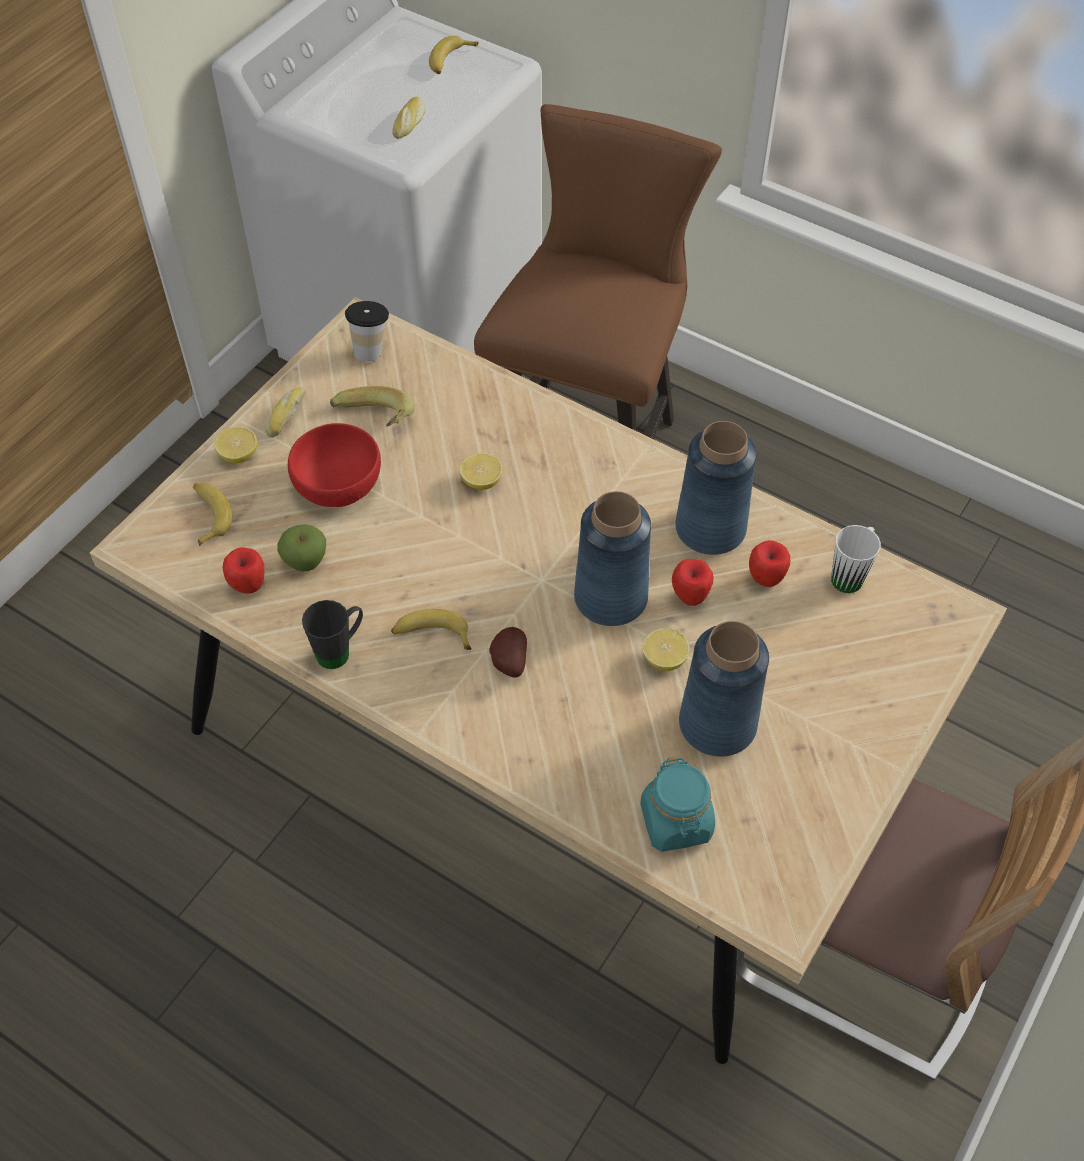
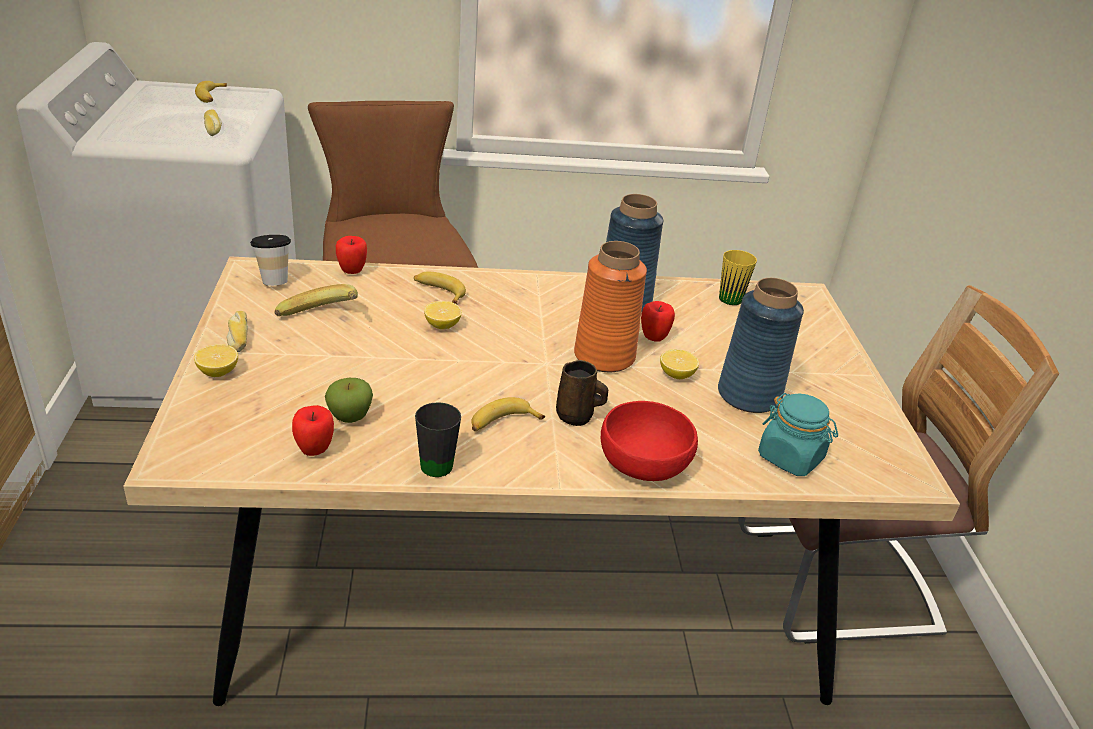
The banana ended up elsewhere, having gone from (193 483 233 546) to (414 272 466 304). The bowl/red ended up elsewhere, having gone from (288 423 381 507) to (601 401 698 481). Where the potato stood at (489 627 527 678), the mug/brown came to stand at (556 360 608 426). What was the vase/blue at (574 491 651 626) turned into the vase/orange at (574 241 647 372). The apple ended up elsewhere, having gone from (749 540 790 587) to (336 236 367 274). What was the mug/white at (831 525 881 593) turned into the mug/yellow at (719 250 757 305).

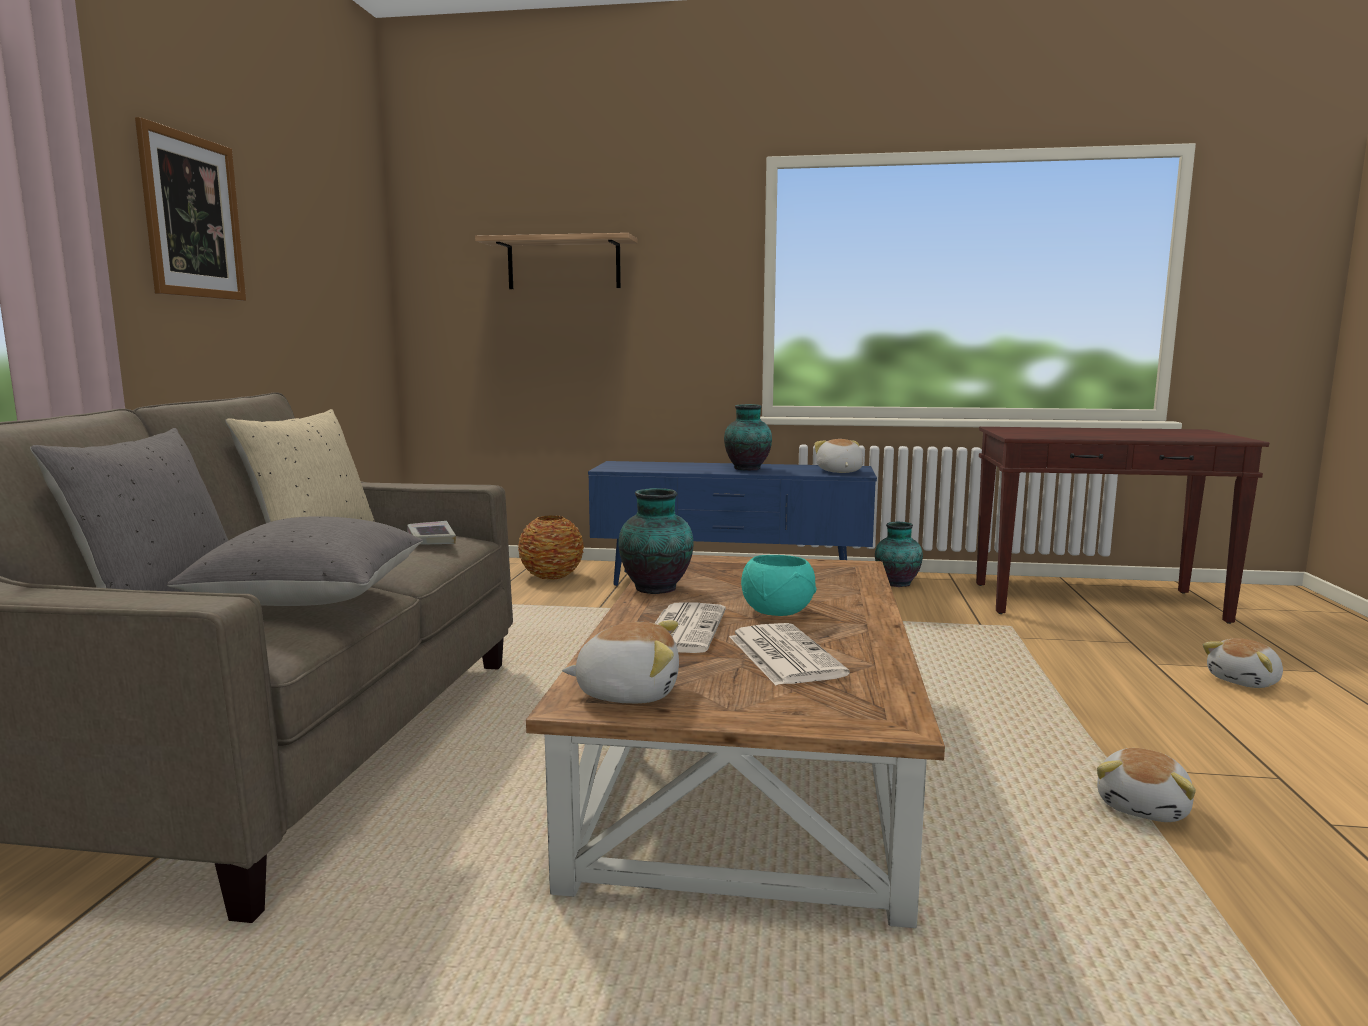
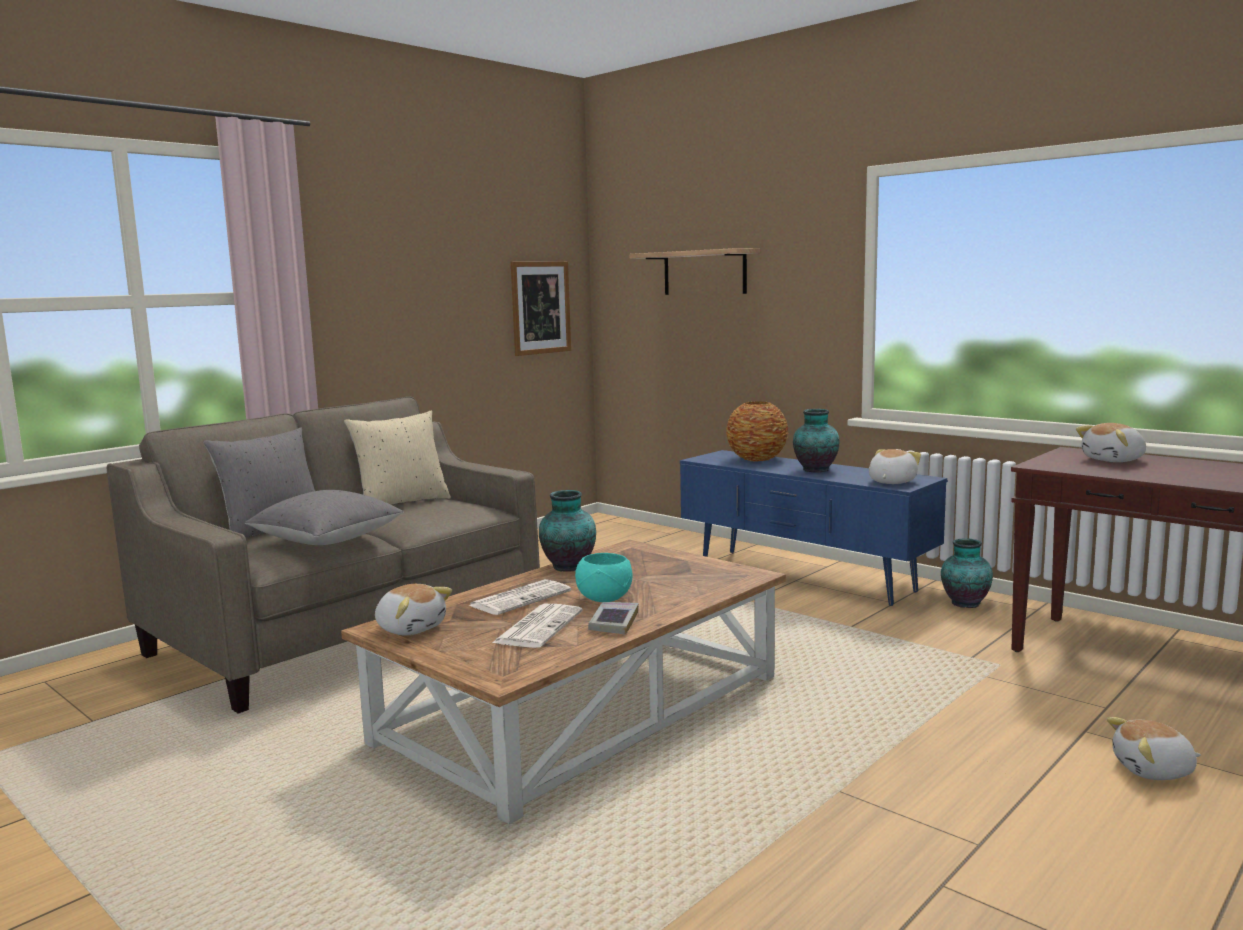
The picture ended up elsewhere, having gone from (135 117 246 301) to (511 261 571 356). The book ended up elsewhere, having gone from (407 521 456 544) to (588 602 638 635). The vase ended up elsewhere, having gone from (518 516 584 580) to (726 401 788 461). The plush toy ended up elsewhere, having gone from (1097 748 1196 822) to (1076 423 1146 462).

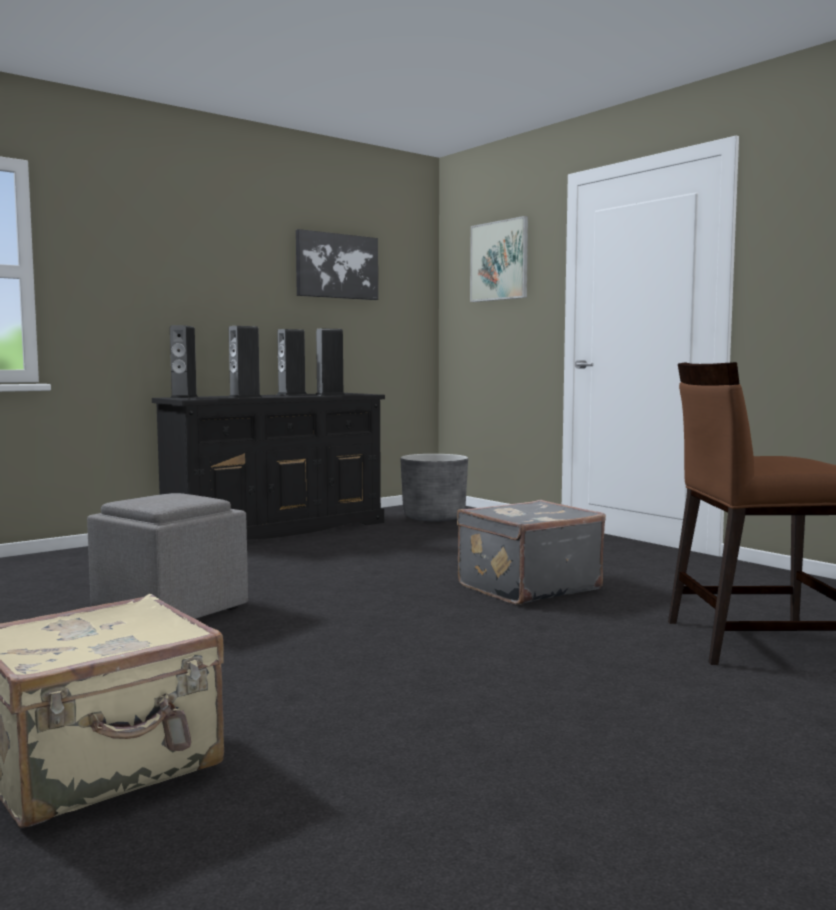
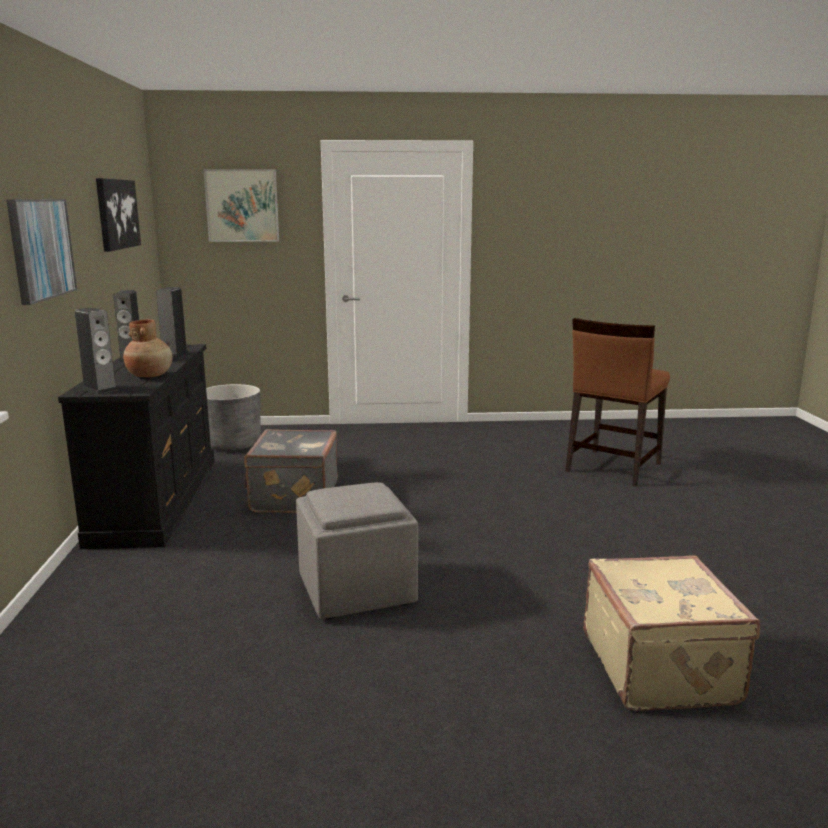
Where the speaker stood at (228 326 261 398), the vase/brown came to stand at (123 319 173 377). The suitcase/grey ended up elsewhere, having gone from (457 500 606 605) to (244 429 338 513). The second view gained the picture at (6 199 77 305).

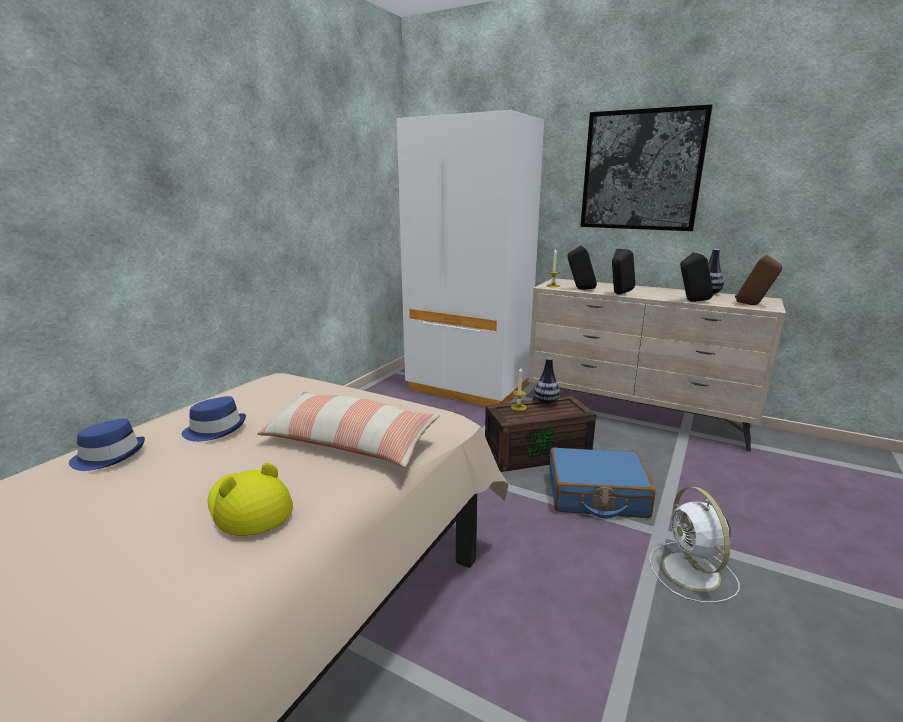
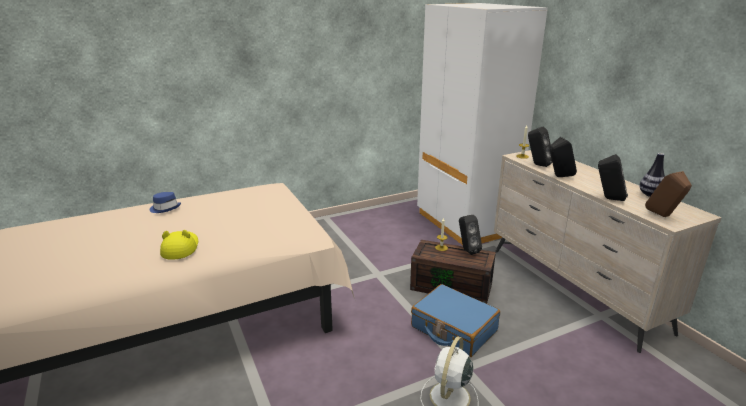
The second view lost the hat/blue at (182 396 246 442). The second view lost the pillow at (257 392 440 468). Where the vase stood at (534 358 560 404), the speaker/black came to stand at (459 215 482 255). The second view lost the picture at (580 104 713 231).

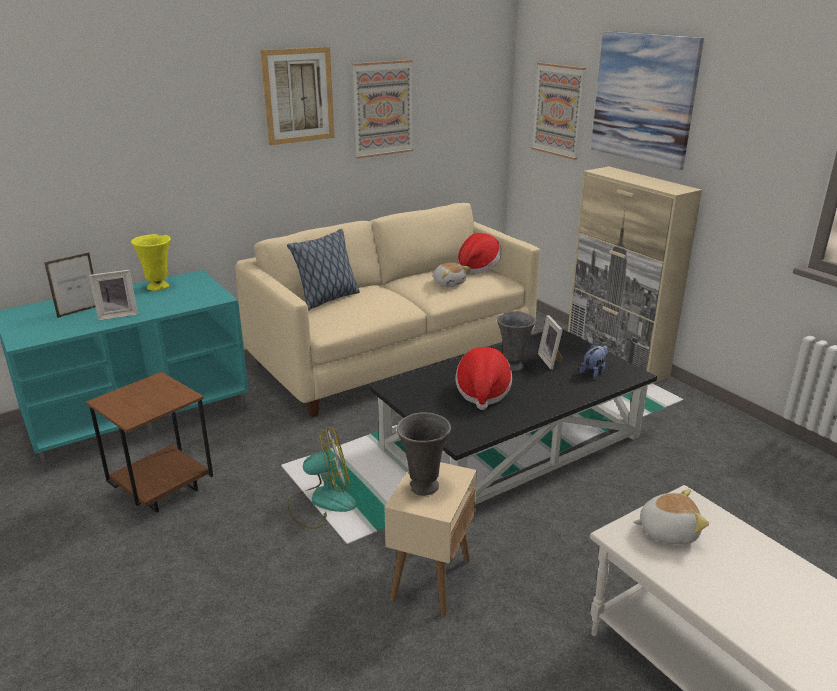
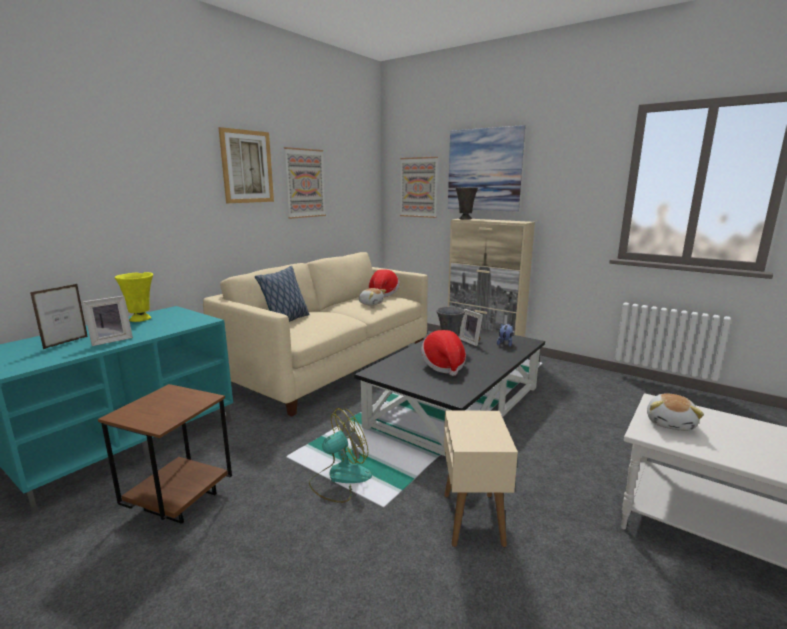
The vase/grey ended up elsewhere, having gone from (396 412 451 496) to (456 187 478 220). The plush toy at (633 489 709 544) ended up facing another way, 135 degrees clockwise from before.

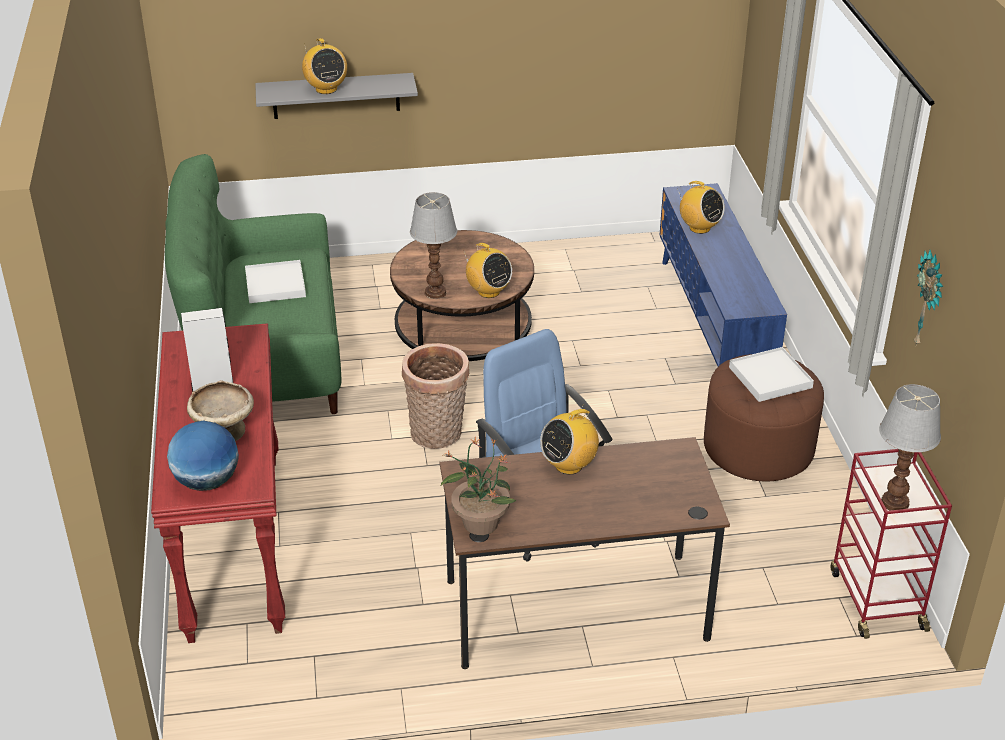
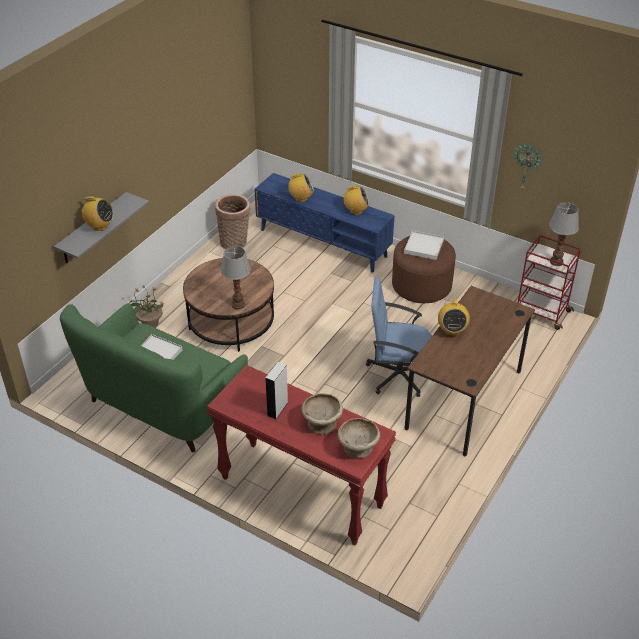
Where the globe stood at (167 420 239 491), the bowl/beige came to stand at (337 418 380 458). The basket ended up elsewhere, having gone from (402 343 469 449) to (215 194 250 249). The potted plant ended up elsewhere, having gone from (441 437 516 535) to (129 285 164 327). The radio ended up elsewhere, having gone from (464 243 512 298) to (344 185 369 215).

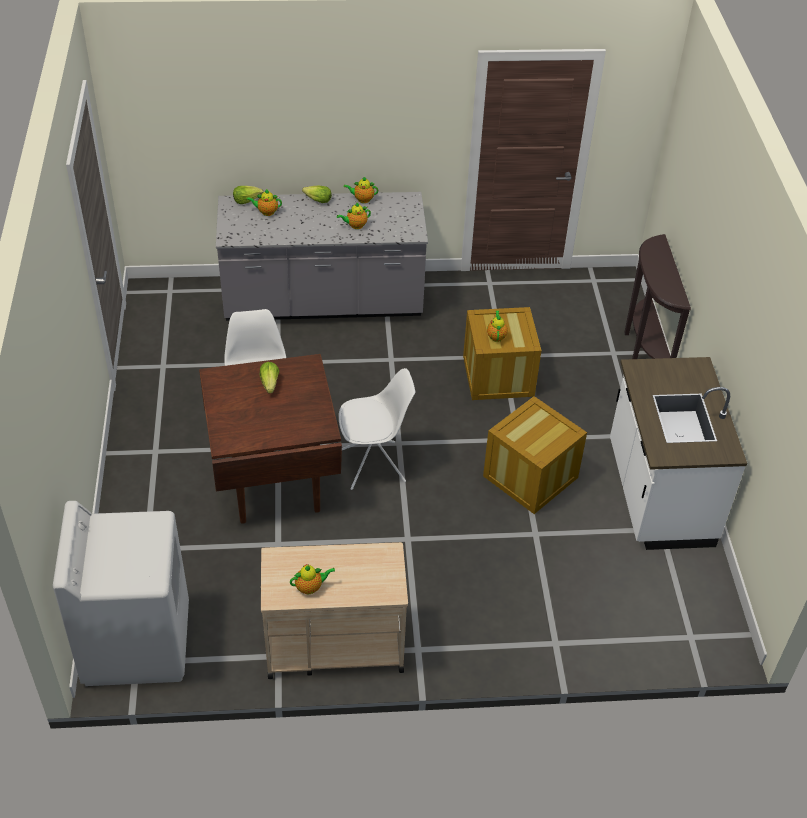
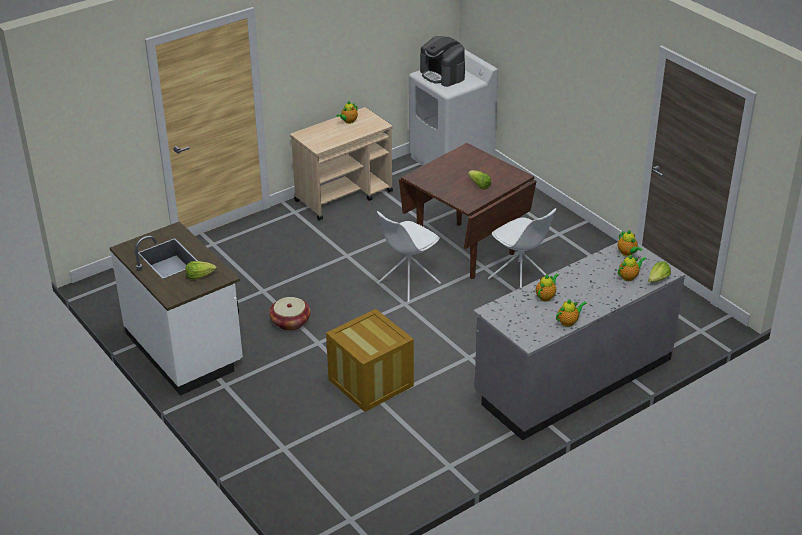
The lettuce ended up elsewhere, having gone from (302 186 332 203) to (186 261 217 280). Where the crate stood at (483 396 587 514), the basket came to stand at (269 297 311 330). The teapot ended up elsewhere, having gone from (487 310 508 342) to (618 230 642 256). The second view lost the console table/brown at (624 234 691 359). The second view gained the coffee machine at (420 36 465 87).

